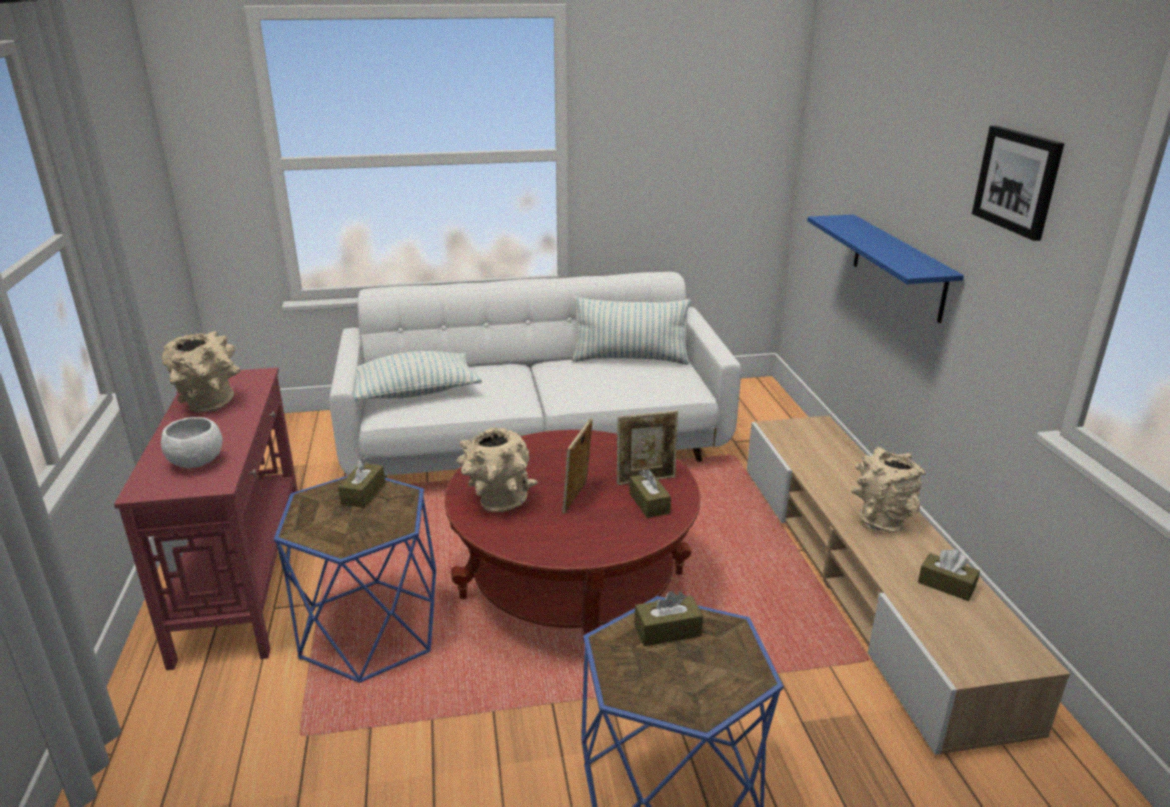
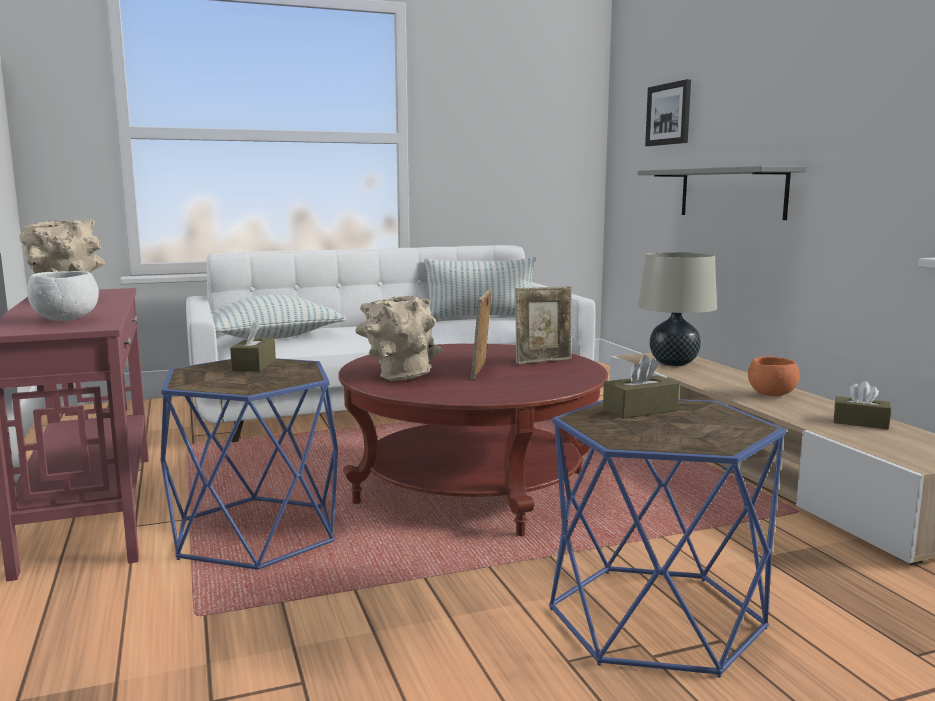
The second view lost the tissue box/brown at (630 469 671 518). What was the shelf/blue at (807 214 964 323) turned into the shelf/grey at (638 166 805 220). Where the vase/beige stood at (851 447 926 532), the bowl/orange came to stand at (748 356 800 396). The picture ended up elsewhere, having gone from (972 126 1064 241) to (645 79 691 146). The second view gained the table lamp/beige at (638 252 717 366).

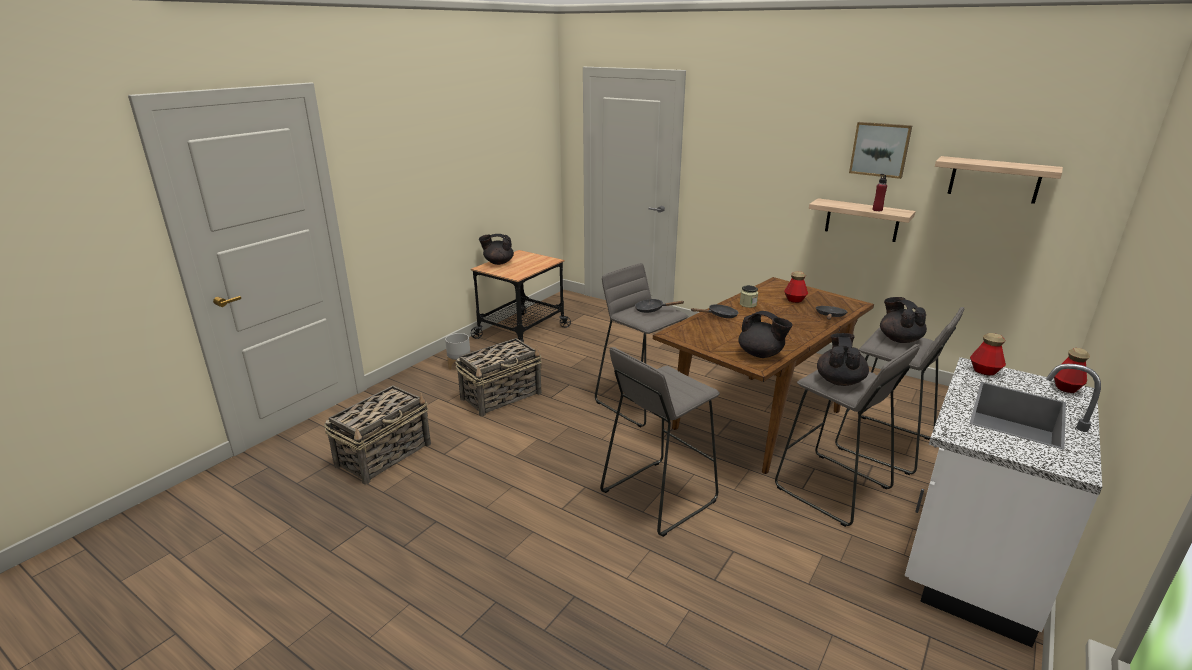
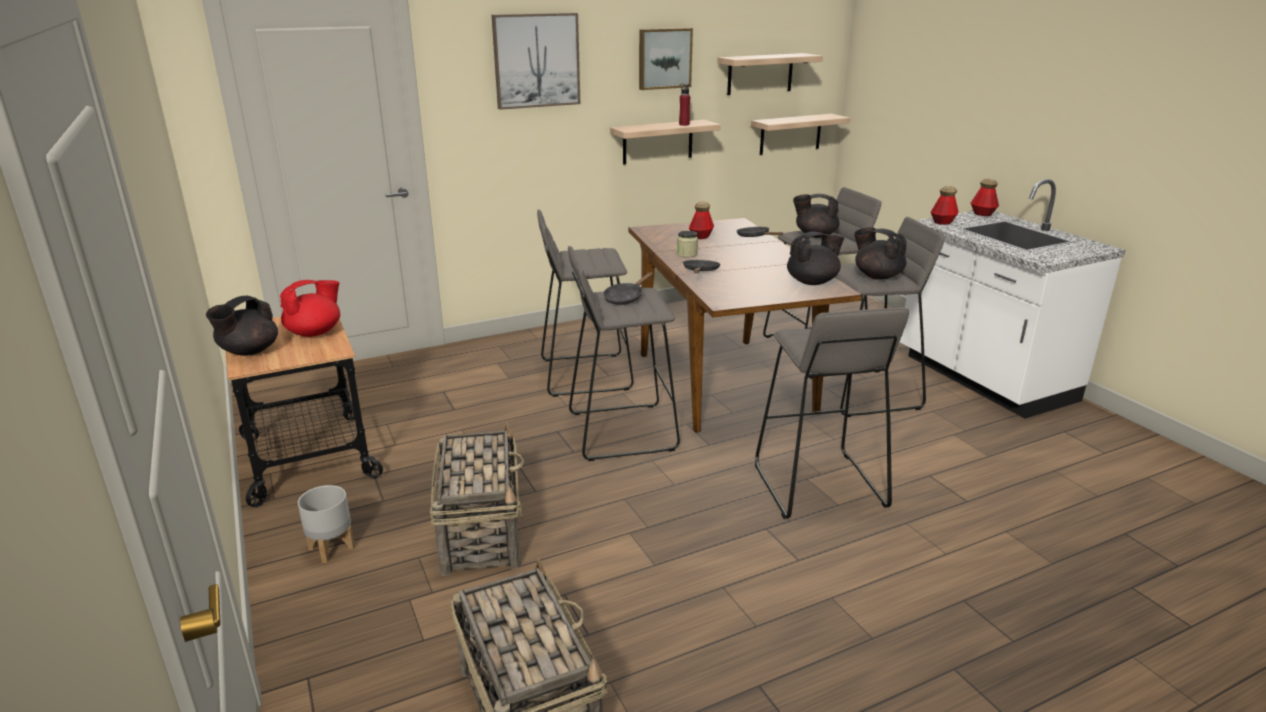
The second view gained the teapot/red at (280 280 340 337). The second view gained the picture at (491 13 580 110). The second view gained the stool/grey at (537 210 634 397). The second view gained the shelf at (751 114 851 155).

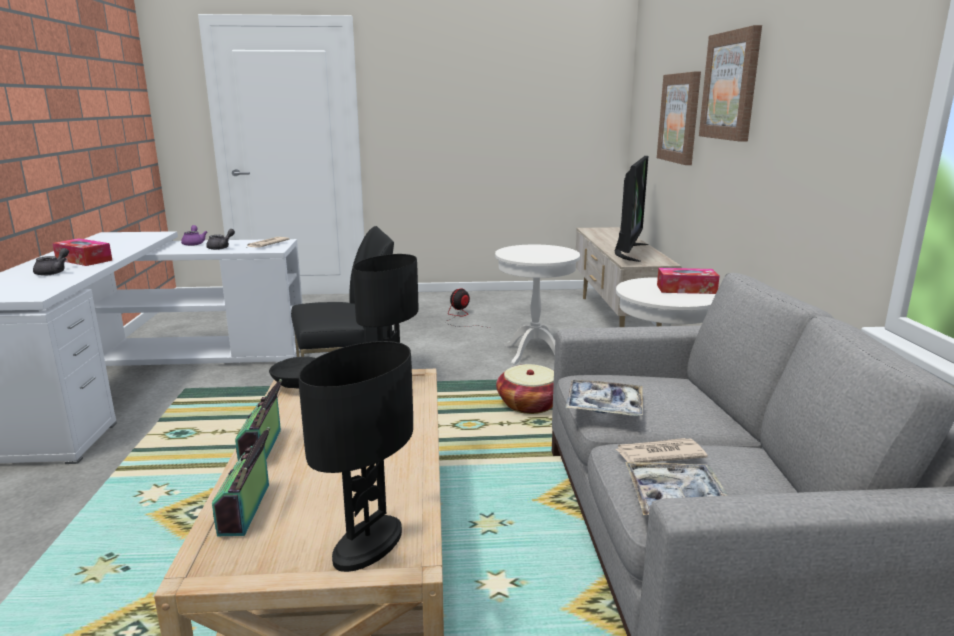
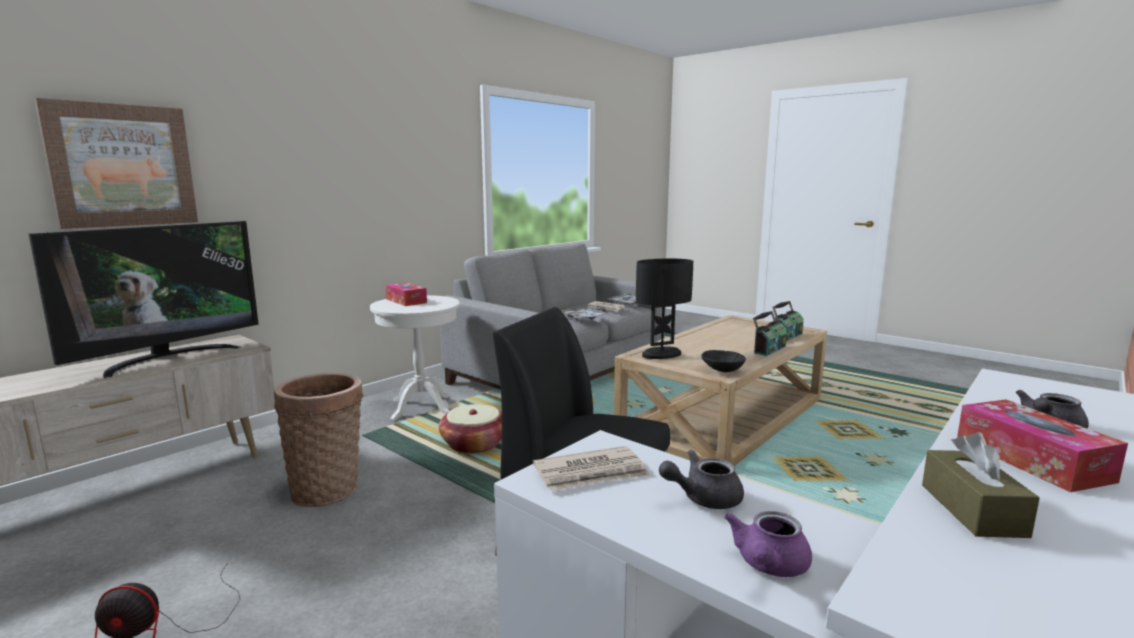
The second view lost the table lamp/black at (299 341 413 572). Where the side table/white stood at (495 245 580 365), the basket came to stand at (274 373 364 507). The television at (615 156 649 262) ended up facing another way, 150 degrees clockwise from before. The second view lost the picture at (699 25 762 142). The second view gained the tissue box/brown at (922 432 1040 538).

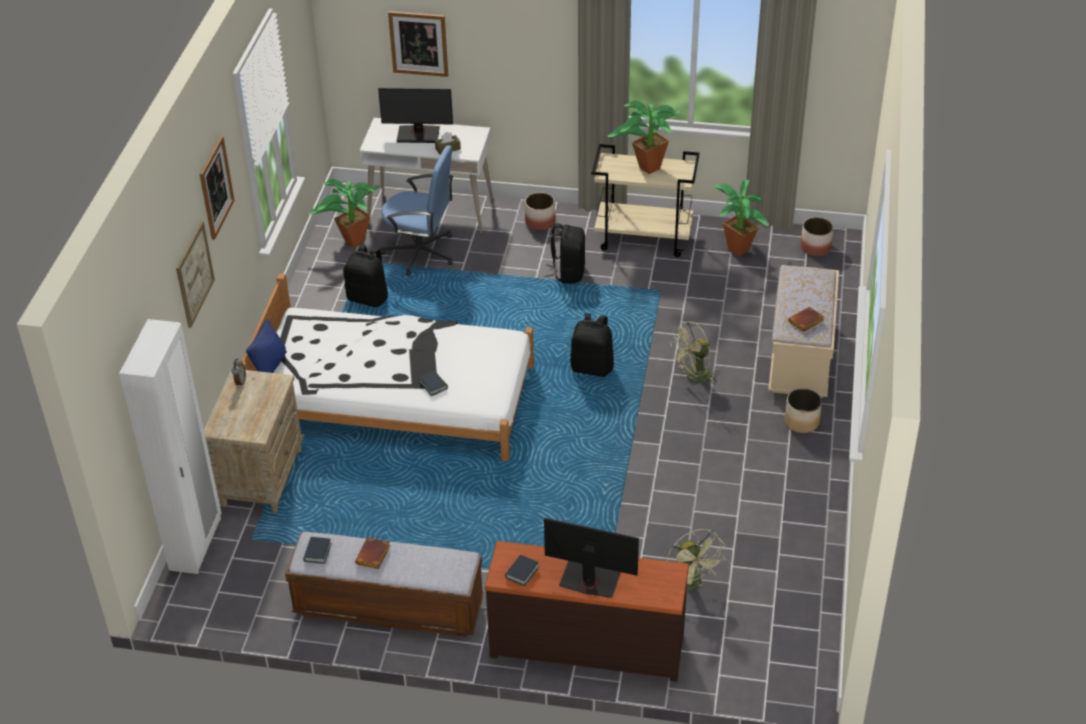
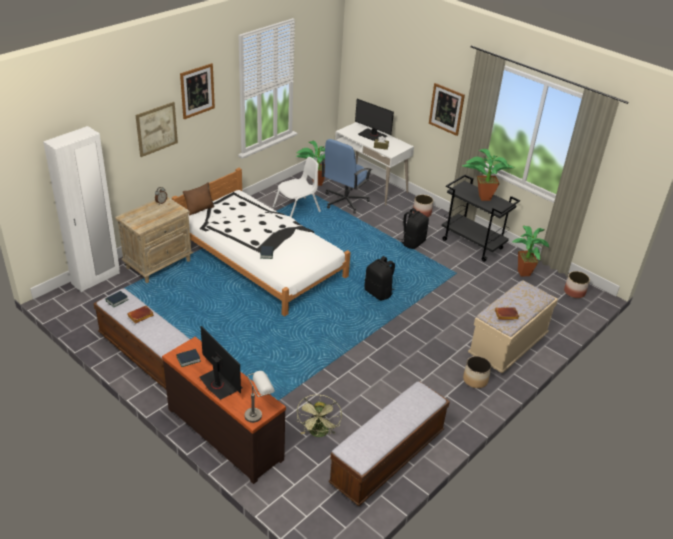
What was the pillow/blue at (246 318 287 373) turned into the pillow/brown at (183 182 215 216). Where the backpack/black stood at (344 245 388 307), the chair/white came to stand at (273 157 321 217). The office chair/blue at (380 145 453 276) ended up facing another way, 75 degrees clockwise from before. The picture ended up elsewhere, having gone from (388 11 448 77) to (429 83 465 136). What was the cart/beige at (592 144 700 257) turned into the cart/black at (442 175 520 262). The second view lost the fan/green at (670 321 719 388). The second view gained the table lamp/grey at (244 371 275 423). The second view gained the bench at (329 381 450 506).

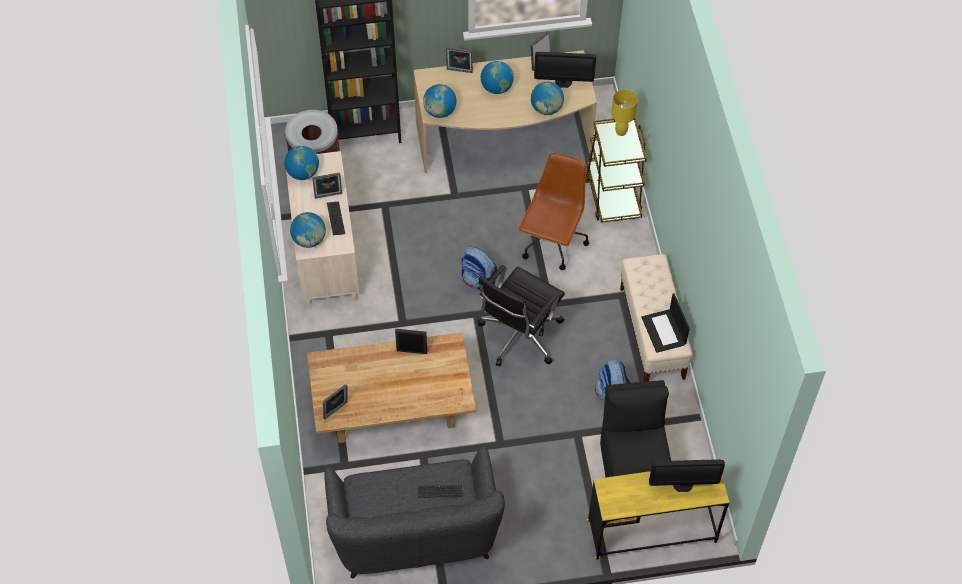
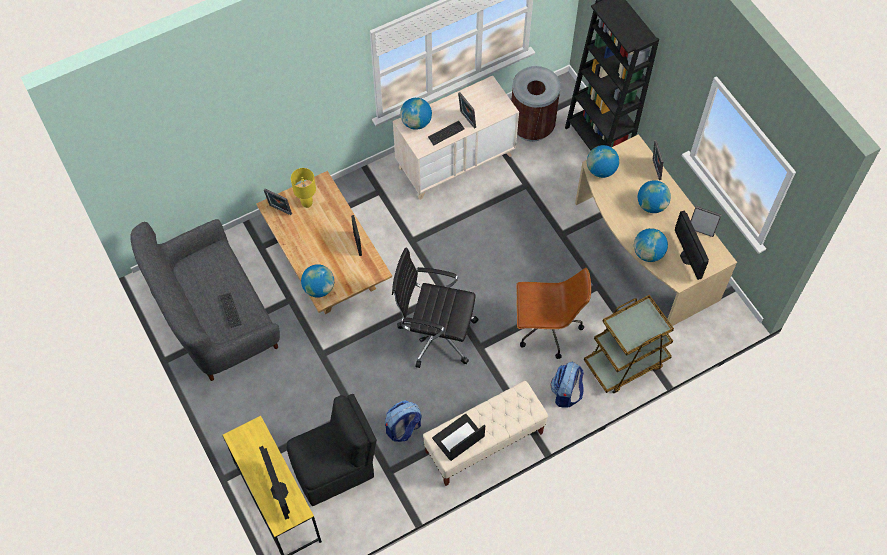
The globe ended up elsewhere, having gone from (284 146 319 180) to (301 264 334 298). The backpack ended up elsewhere, having gone from (462 246 497 290) to (550 362 584 408). The table lamp/yellow ended up elsewhere, having gone from (611 90 638 136) to (291 168 316 208).

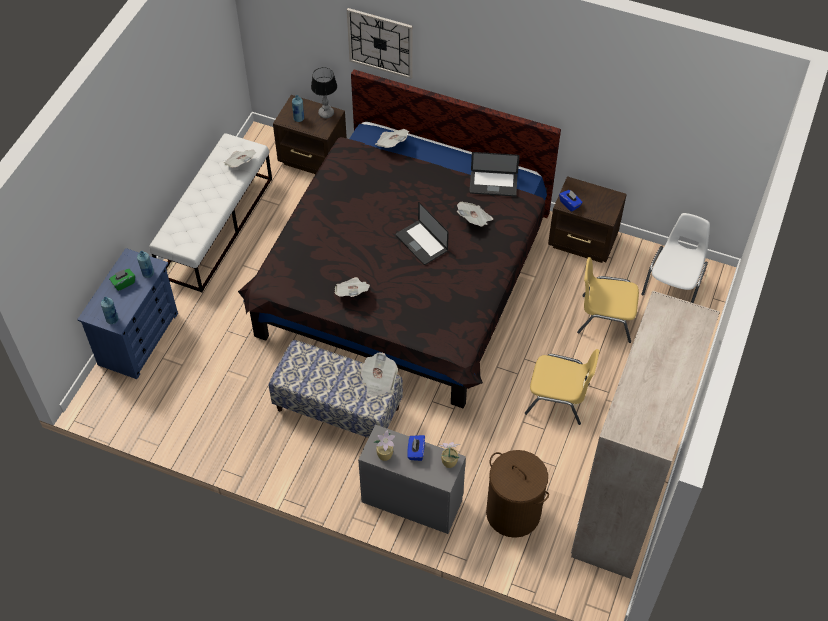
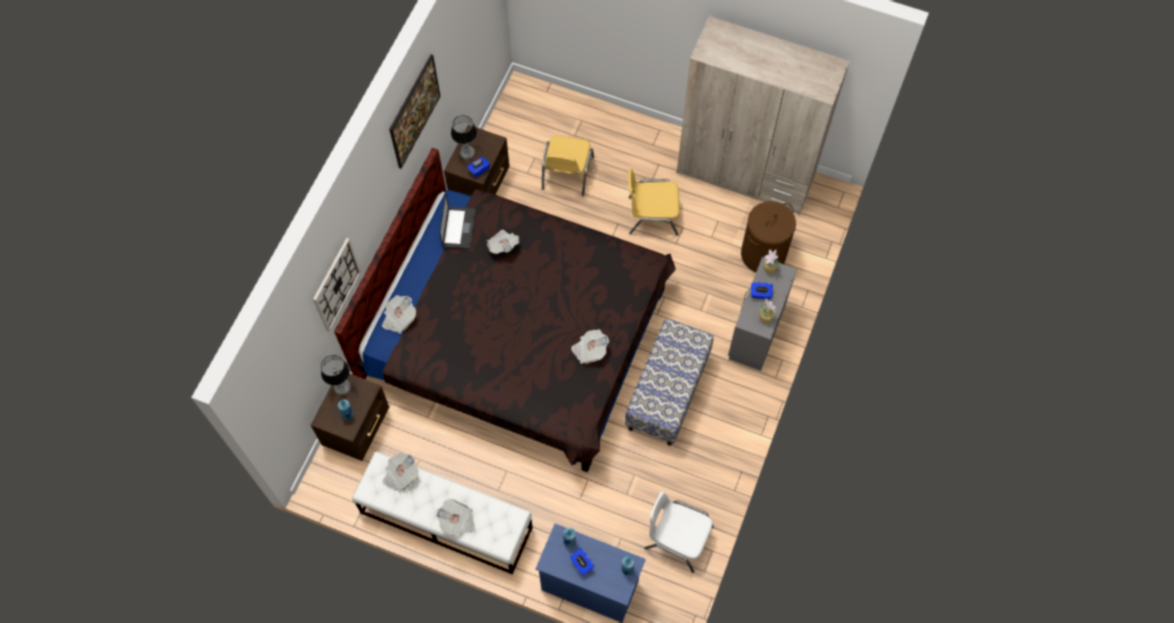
What was the tissue box/green at (109 269 135 291) turned into the tissue box/blue at (570 548 595 575). The newspaper ended up elsewhere, having gone from (360 352 398 397) to (436 499 475 536). The second view lost the laptop at (396 202 449 265). The chair/yellow at (525 349 600 425) ended up facing another way, 105 degrees counterclockwise from before. The chair/white ended up elsewhere, having gone from (641 213 710 303) to (644 491 714 573). The second view gained the picture at (389 54 441 169). The second view gained the table lamp at (451 115 477 159).

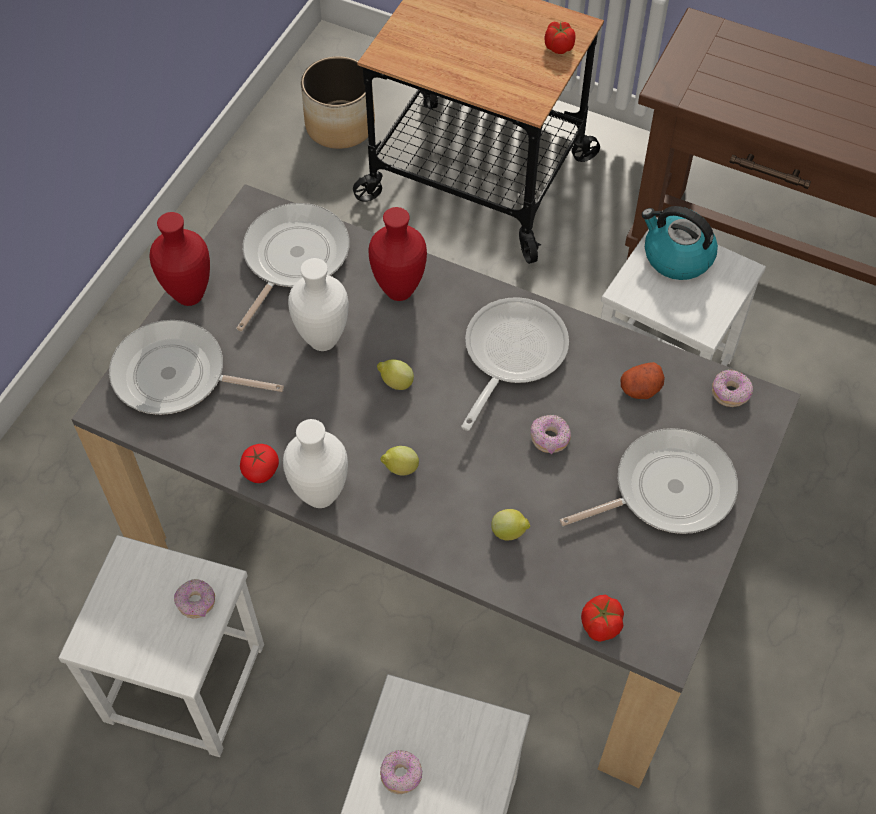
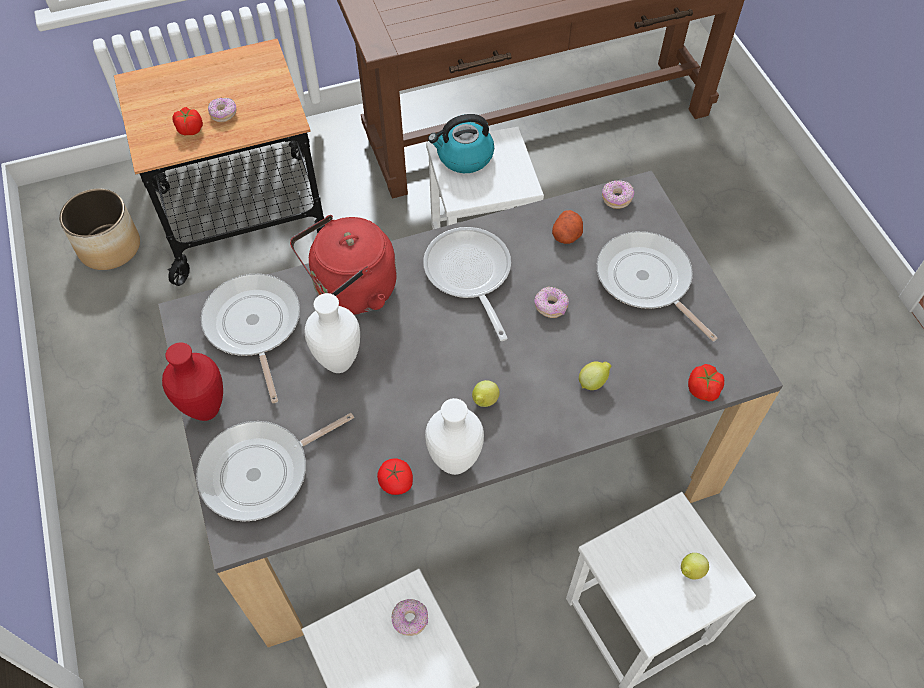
Where the vase/red stood at (369 207 427 301), the kettle/red came to stand at (290 215 397 315). The lemon ended up elsewhere, having gone from (377 359 414 390) to (681 553 709 580). The donut ended up elsewhere, having gone from (380 750 422 794) to (208 97 237 122). The tomato ended up elsewhere, having gone from (544 21 576 54) to (172 107 203 135). The frying pan at (560 428 738 534) ended up facing another way, 60 degrees counterclockwise from before.

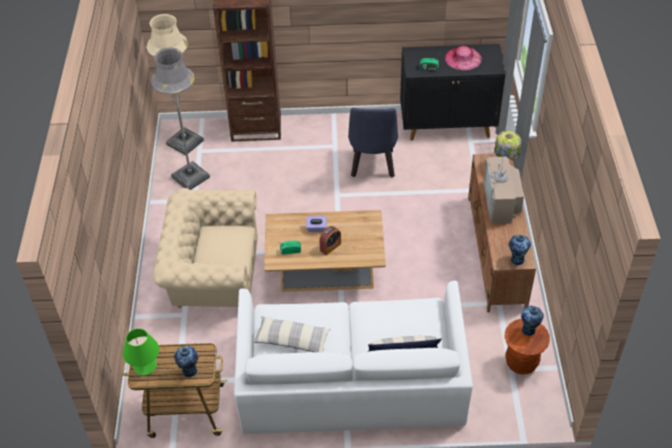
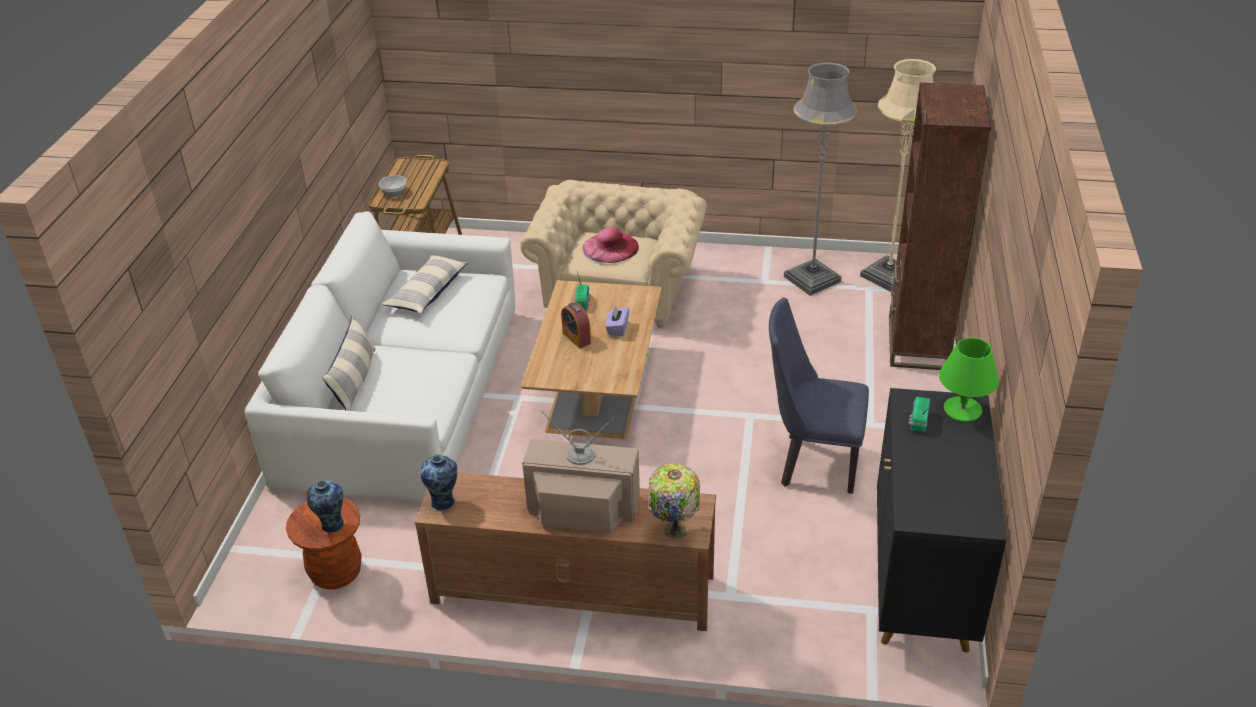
The table lamp/green ended up elsewhere, having gone from (123 328 159 376) to (939 338 998 422). Where the vase stood at (174 346 198 377), the bowl came to stand at (379 175 407 197). The hat/pink ended up elsewhere, having gone from (445 46 482 70) to (583 227 639 263).

